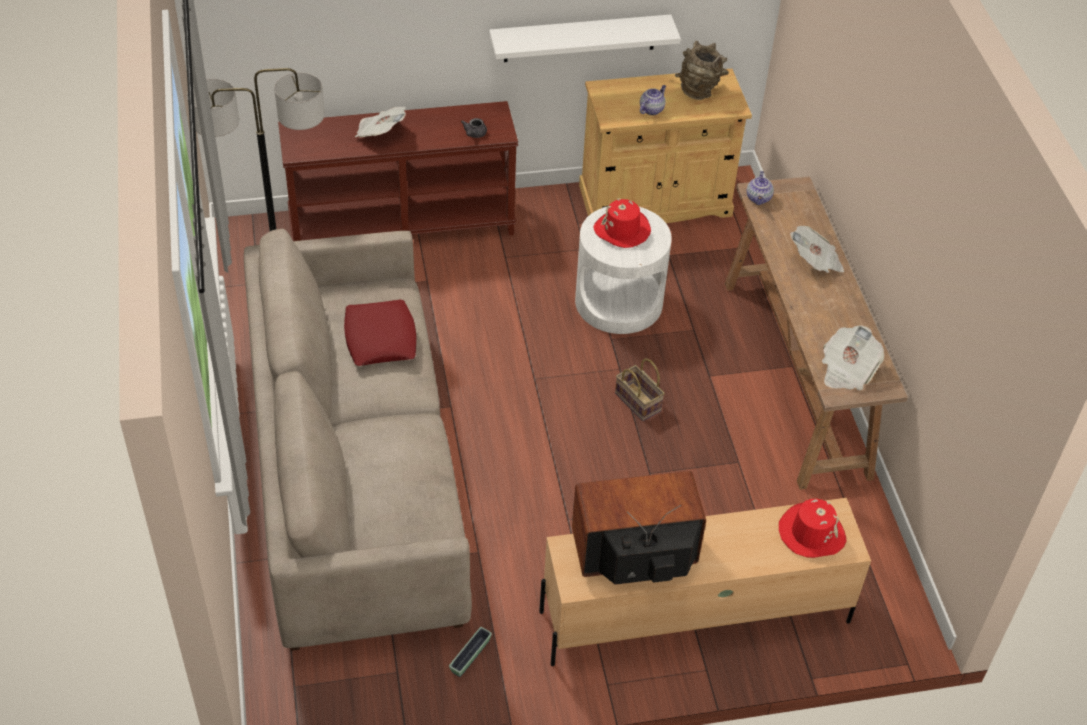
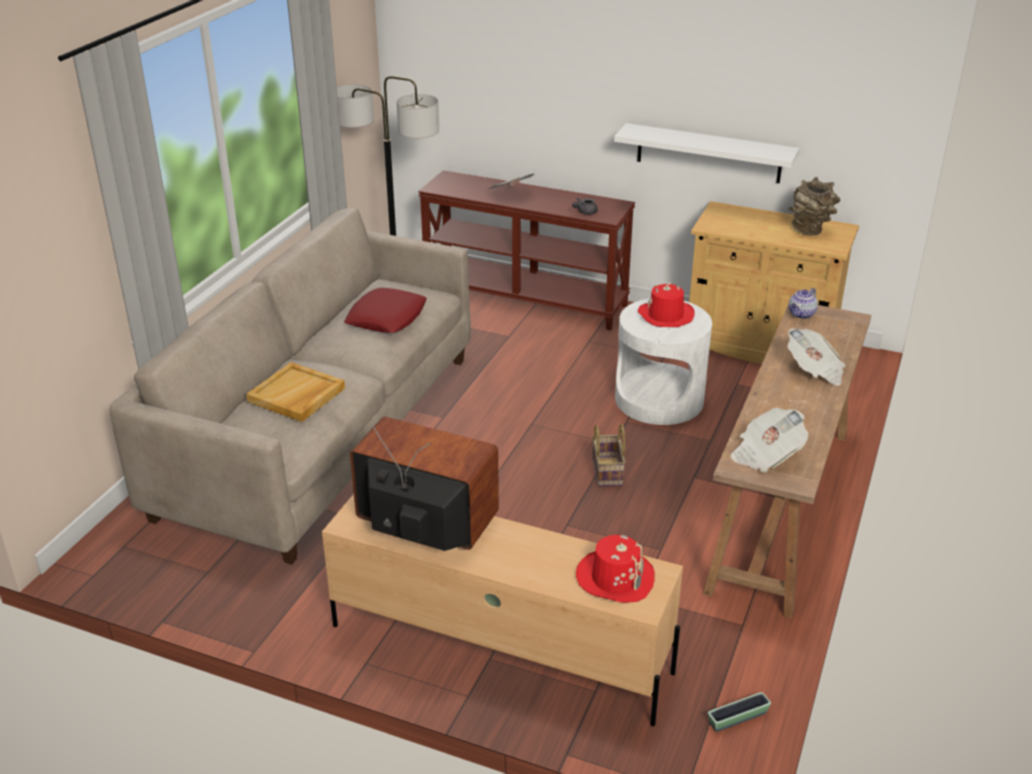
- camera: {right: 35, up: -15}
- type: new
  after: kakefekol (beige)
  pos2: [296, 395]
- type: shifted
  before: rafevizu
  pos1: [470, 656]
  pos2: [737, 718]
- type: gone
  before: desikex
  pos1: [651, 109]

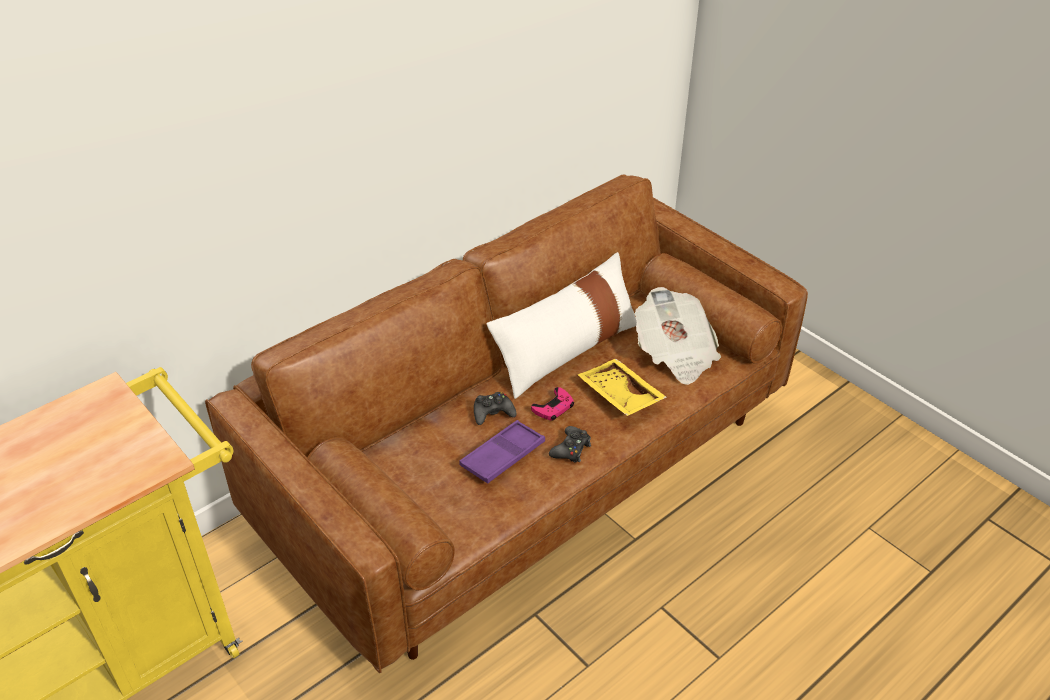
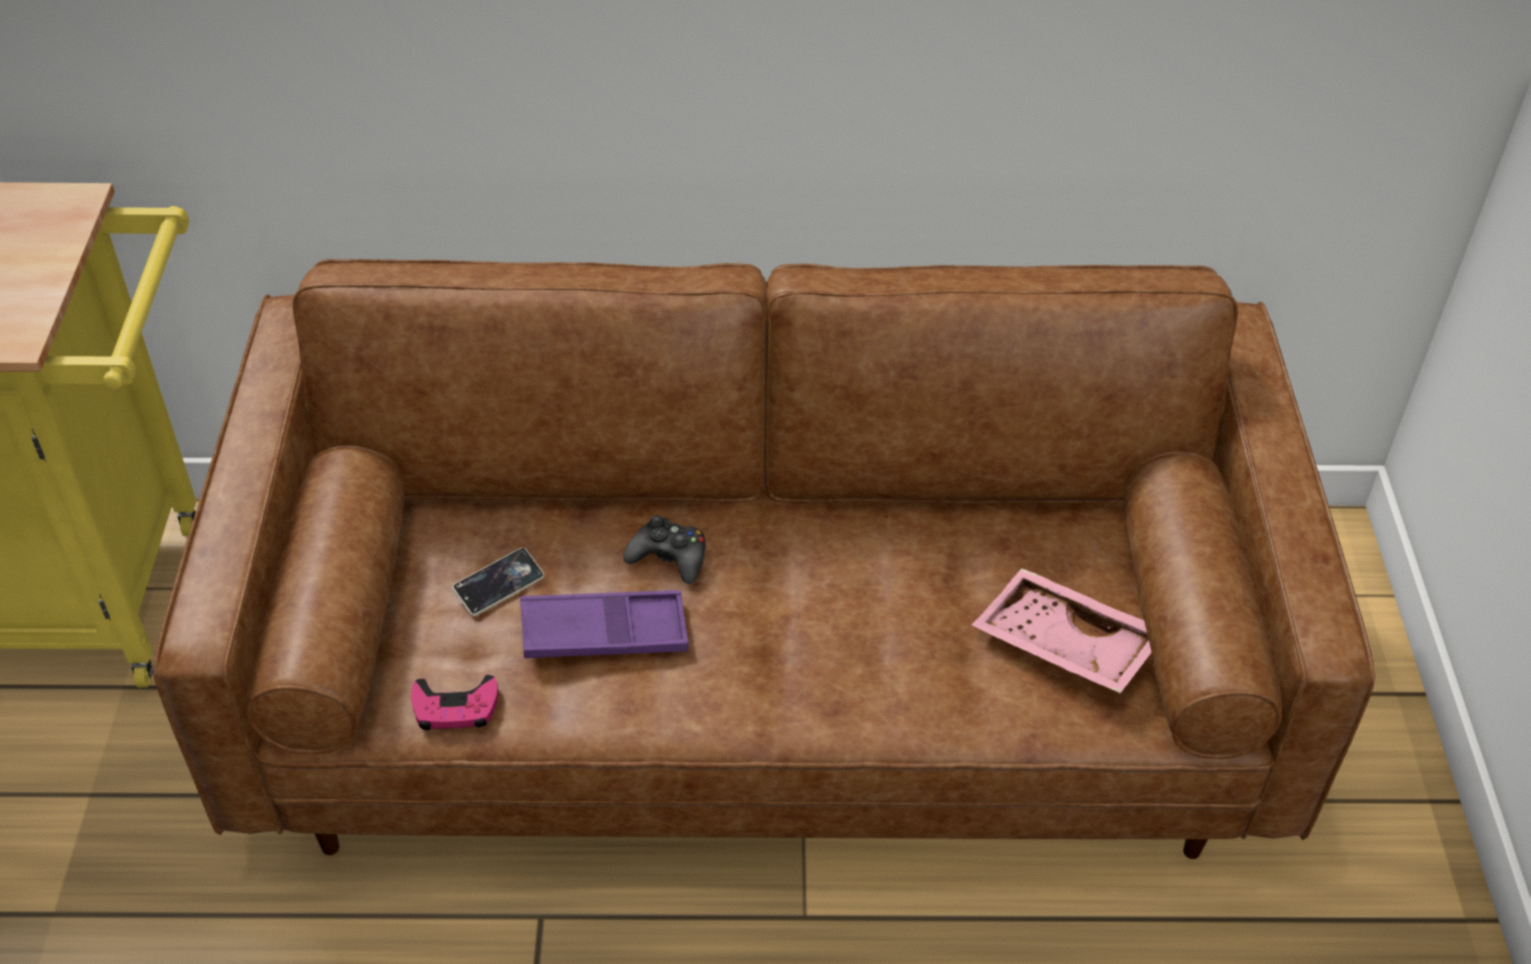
- camera: {right: 40, up: 5}
- type: shifted
  before: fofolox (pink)
  pos1: [553, 407]
  pos2: [455, 708]
- type: new
  after: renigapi
  pos2: [499, 585]
- type: swapped
  before: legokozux
  after: kakefekol (pink)
  pos1: [675, 354]
  pos2: [1063, 646]
- type: gone
  before: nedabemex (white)
  pos1: [566, 350]
- type: gone
  before: fofolox (black)
  pos1: [571, 449]
- type: gone
  before: kakefekol (yellow)
  pos1: [619, 396]

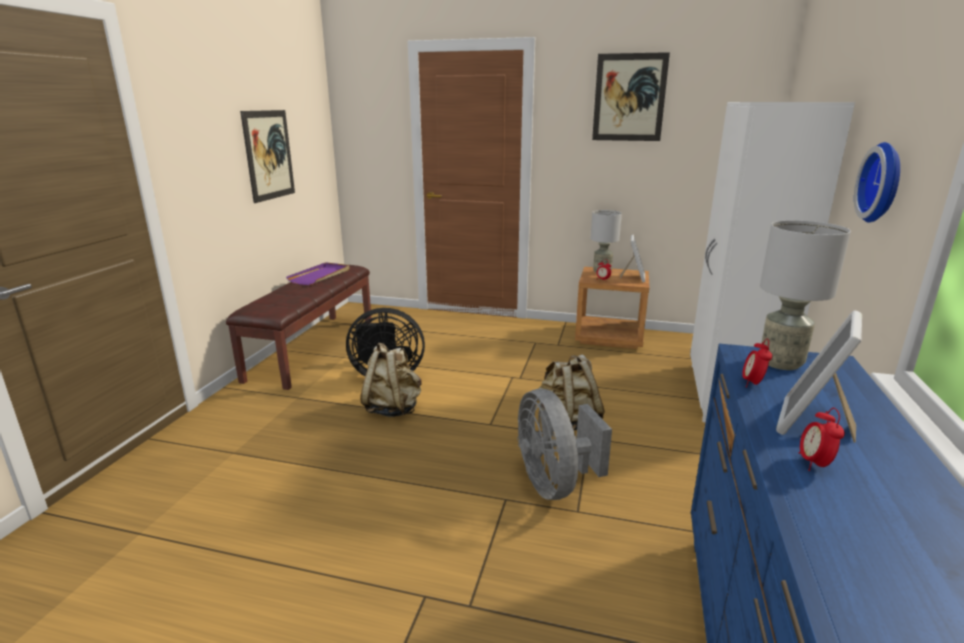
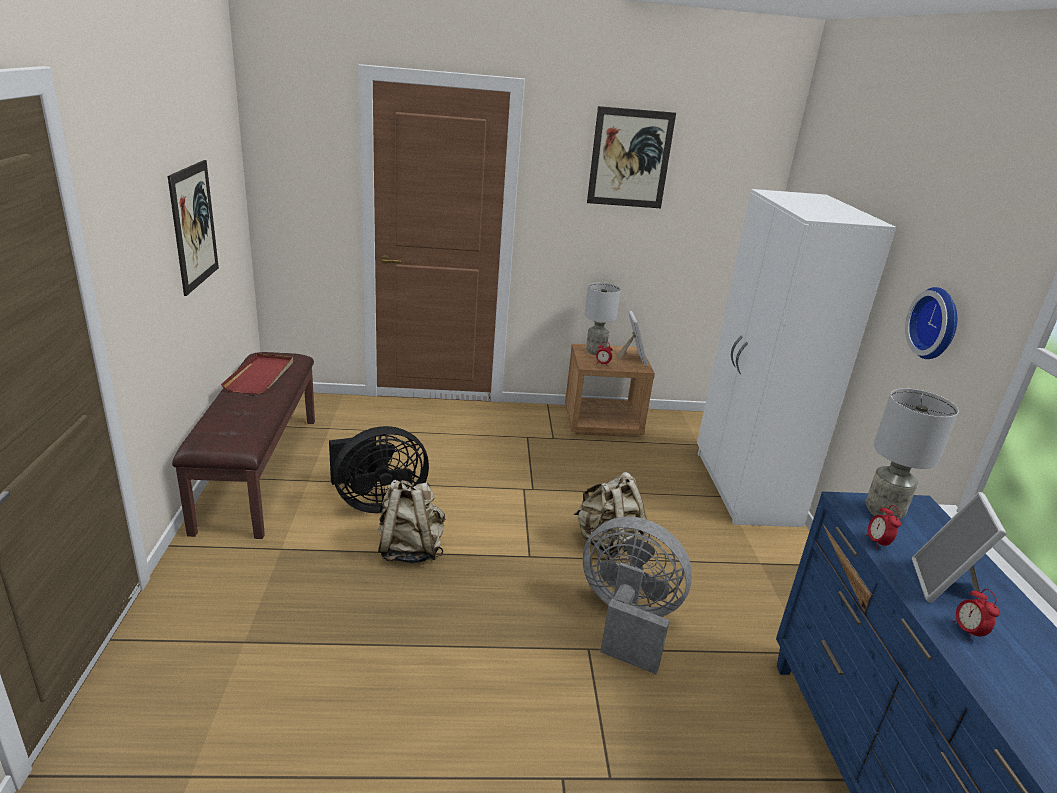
- camera: {right: -20, up: 5}
- type: repainted
  before: kakefekol (purple)
  after: kakefekol (red)
  pos1: [320, 276]
  pos2: [261, 376]
- type: rotated
  before: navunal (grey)
  pos1: [554, 483]
  pos2: [627, 621]
  turn: 150

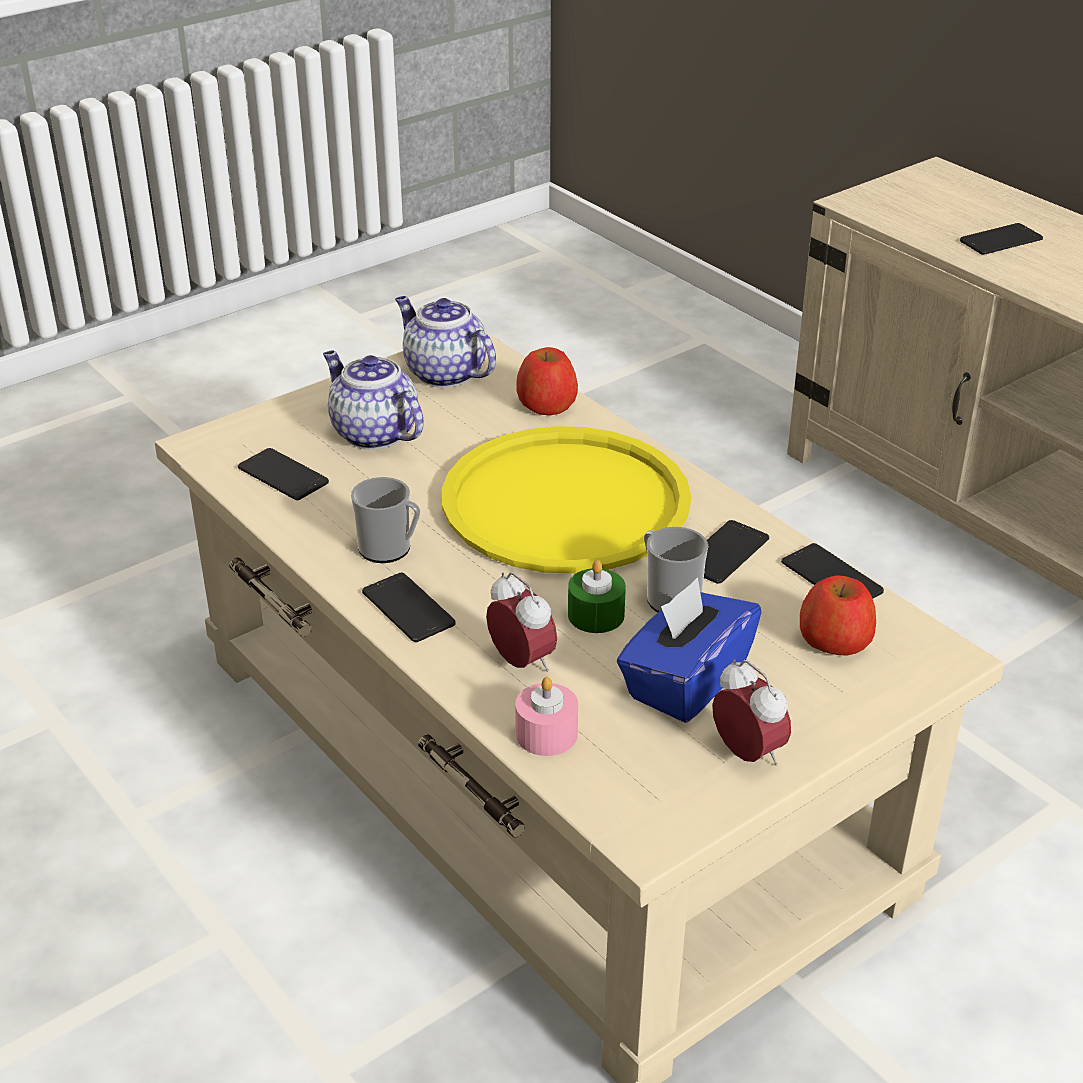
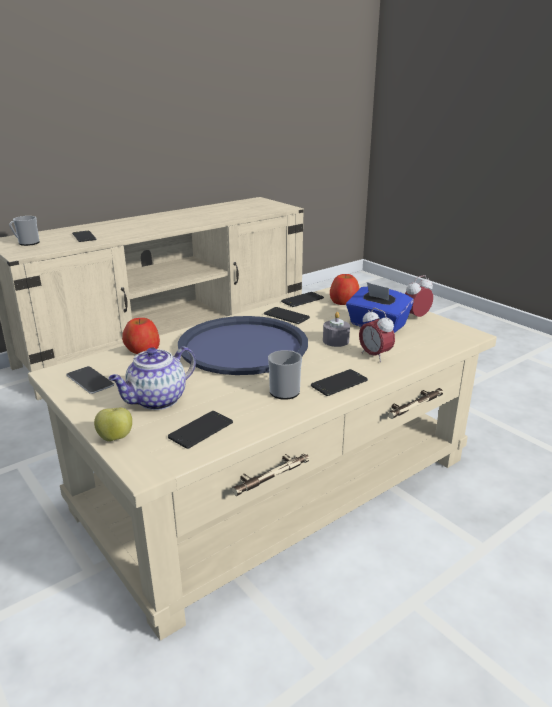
- camera: {right: -90, up: -10}
- type: shifted
  before: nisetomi
  pos1: [669, 597]
  pos2: [26, 243]
- type: swapped
  before: desikex
  after: renigapi
  pos1: [443, 373]
  pos2: [90, 380]
- type: new
  after: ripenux
  pos2: [115, 438]
- type: repainted
  before: kakefekol (yellow)
  after: kakefekol (blue)
  pos1: [565, 502]
  pos2: [243, 346]
- type: repainted
  before: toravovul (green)
  after: toravovul (grey)
  pos1: [596, 615]
  pos2: [335, 341]
- type: rotated
  before: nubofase
  pos1: [522, 662]
  pos2: [374, 356]
  turn: -90
- type: gone
  before: toravovul (pink)
  pos1: [546, 734]

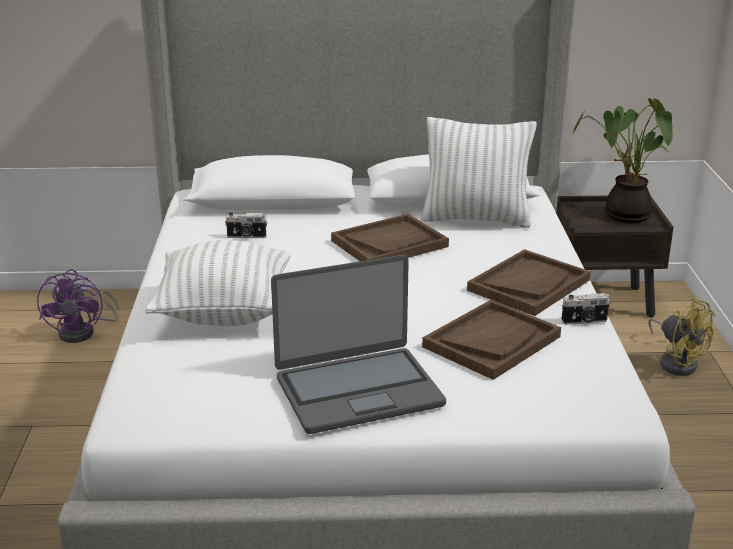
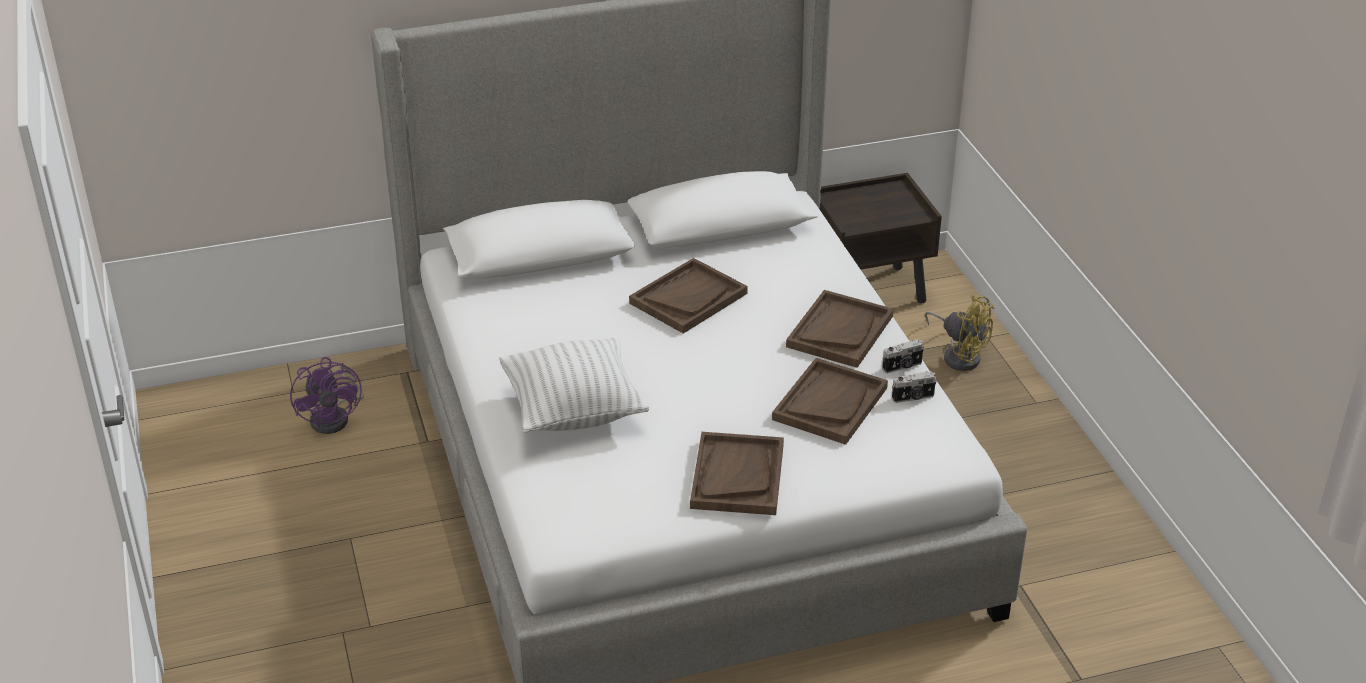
- camera: {right: -15, up: 10}
- type: swapped
  before: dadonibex
  after: kakefekol (brown)
  pos1: [358, 390]
  pos2: [737, 476]
- type: shifted
  before: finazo
  pos1: [246, 237]
  pos2: [913, 398]
- type: gone
  before: nedabemex (white)
  pos1: [476, 219]
- type: gone
  before: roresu
  pos1: [622, 215]

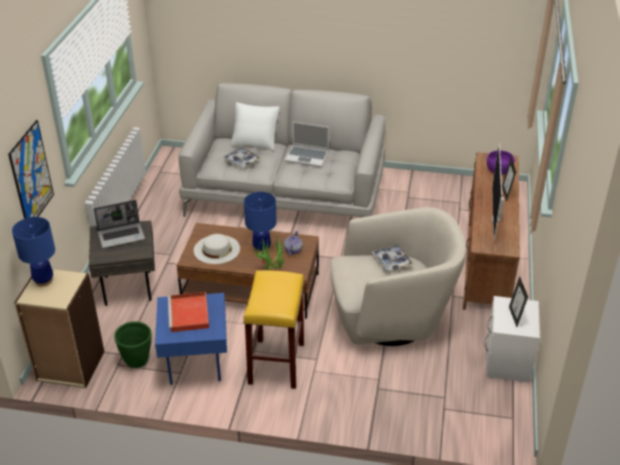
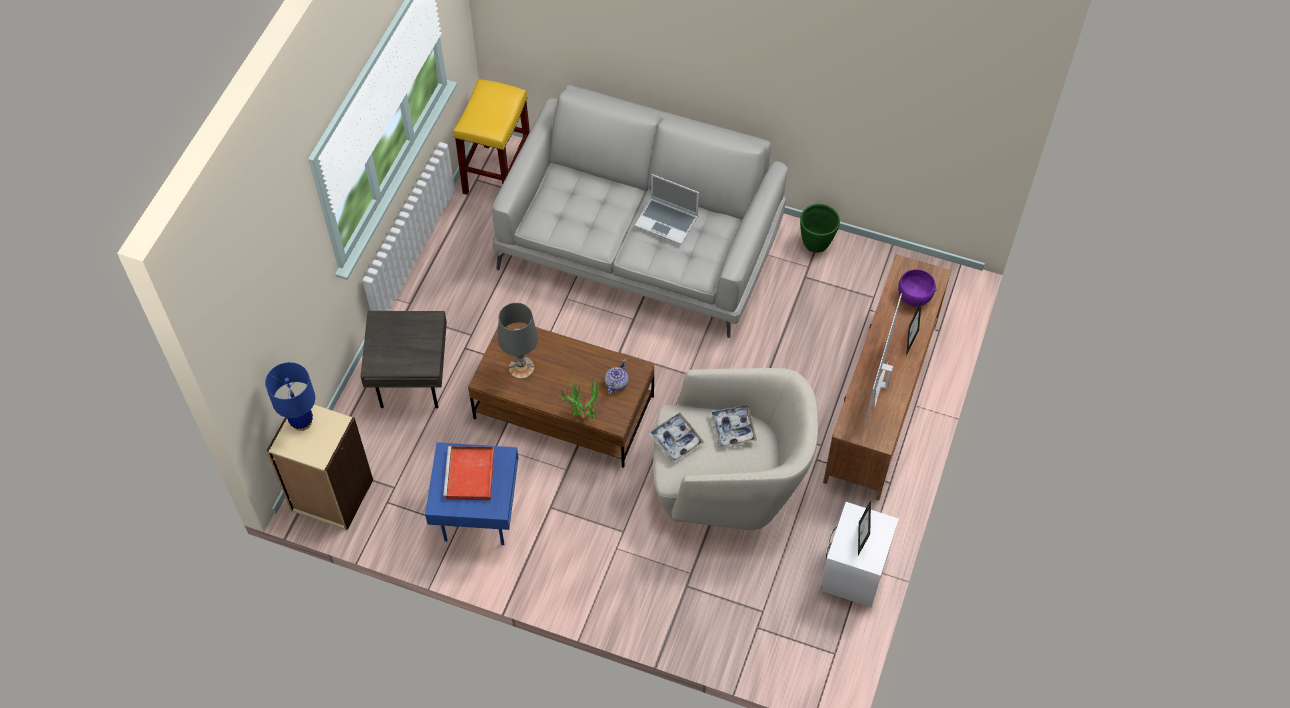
- camera: {right: 10, up: 20}
- type: shifted
  before: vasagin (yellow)
  pos1: [276, 362]
  pos2: [497, 173]
- type: swapped
  before: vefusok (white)
  after: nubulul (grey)
  pos1: [217, 249]
  pos2: [521, 367]
- type: shifted
  before: kakefekol
  pos1: [241, 161]
  pos2: [676, 440]
- type: shifted
  before: rafevizu (green)
  pos1: [137, 361]
  pos2: [816, 244]
- type: gone
  before: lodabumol
  pos1: [31, 175]
- type: gone
  before: dadonibex
  pos1: [122, 235]
- type: gone
  before: nedabemex (white)
  pos1: [255, 142]
- type: gone
  before: nubulul (blue)
  pos1: [261, 248]

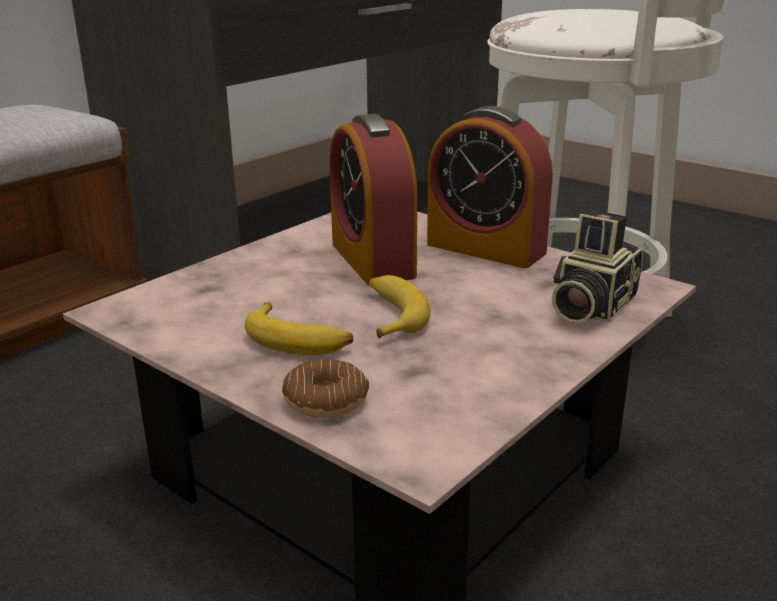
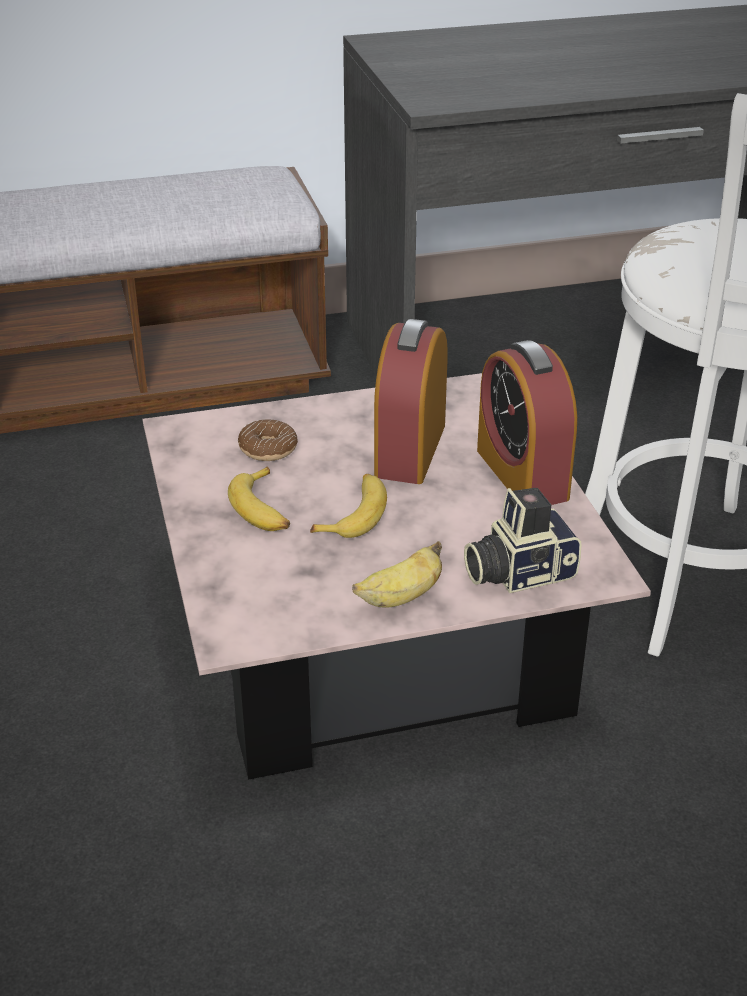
- camera: {right: 35, up: 10}
- type: shifted
  before: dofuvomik
  pos1: [326, 400]
  pos2: [268, 449]
- type: new
  after: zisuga
  pos2: [401, 598]

